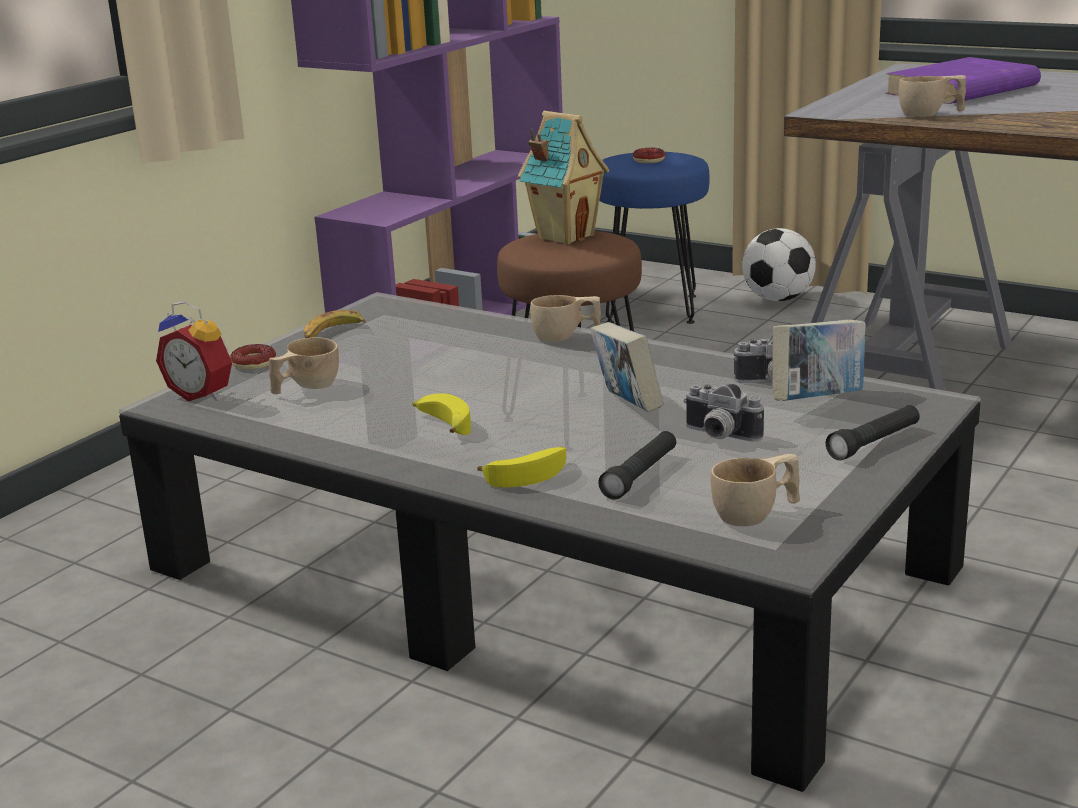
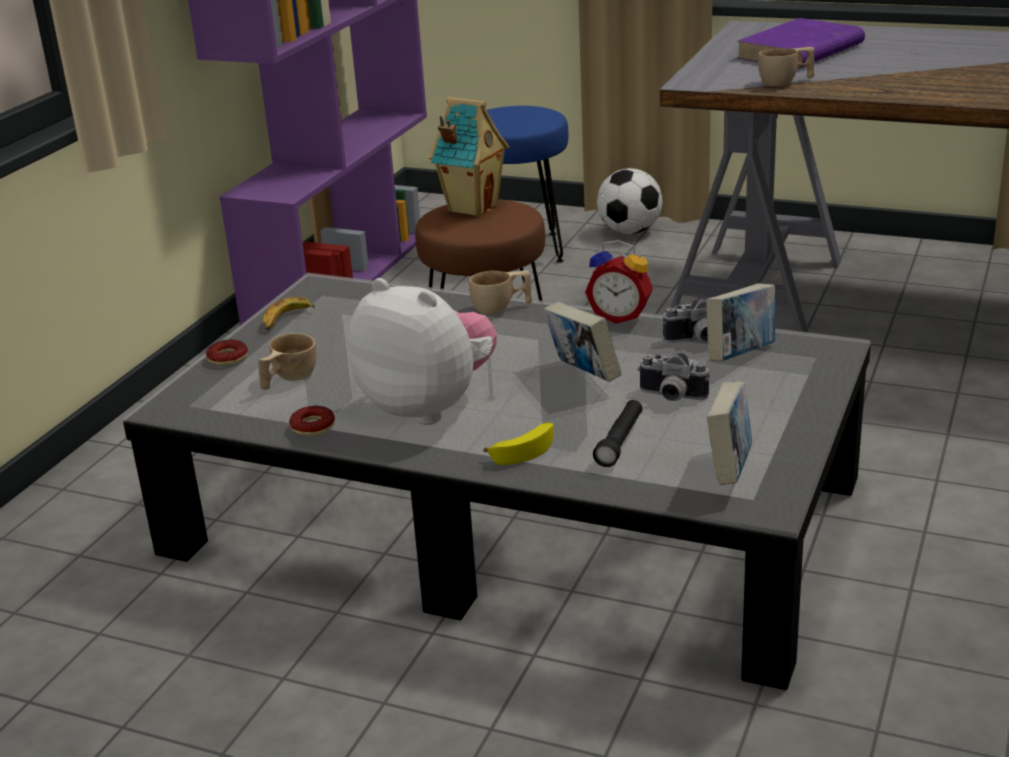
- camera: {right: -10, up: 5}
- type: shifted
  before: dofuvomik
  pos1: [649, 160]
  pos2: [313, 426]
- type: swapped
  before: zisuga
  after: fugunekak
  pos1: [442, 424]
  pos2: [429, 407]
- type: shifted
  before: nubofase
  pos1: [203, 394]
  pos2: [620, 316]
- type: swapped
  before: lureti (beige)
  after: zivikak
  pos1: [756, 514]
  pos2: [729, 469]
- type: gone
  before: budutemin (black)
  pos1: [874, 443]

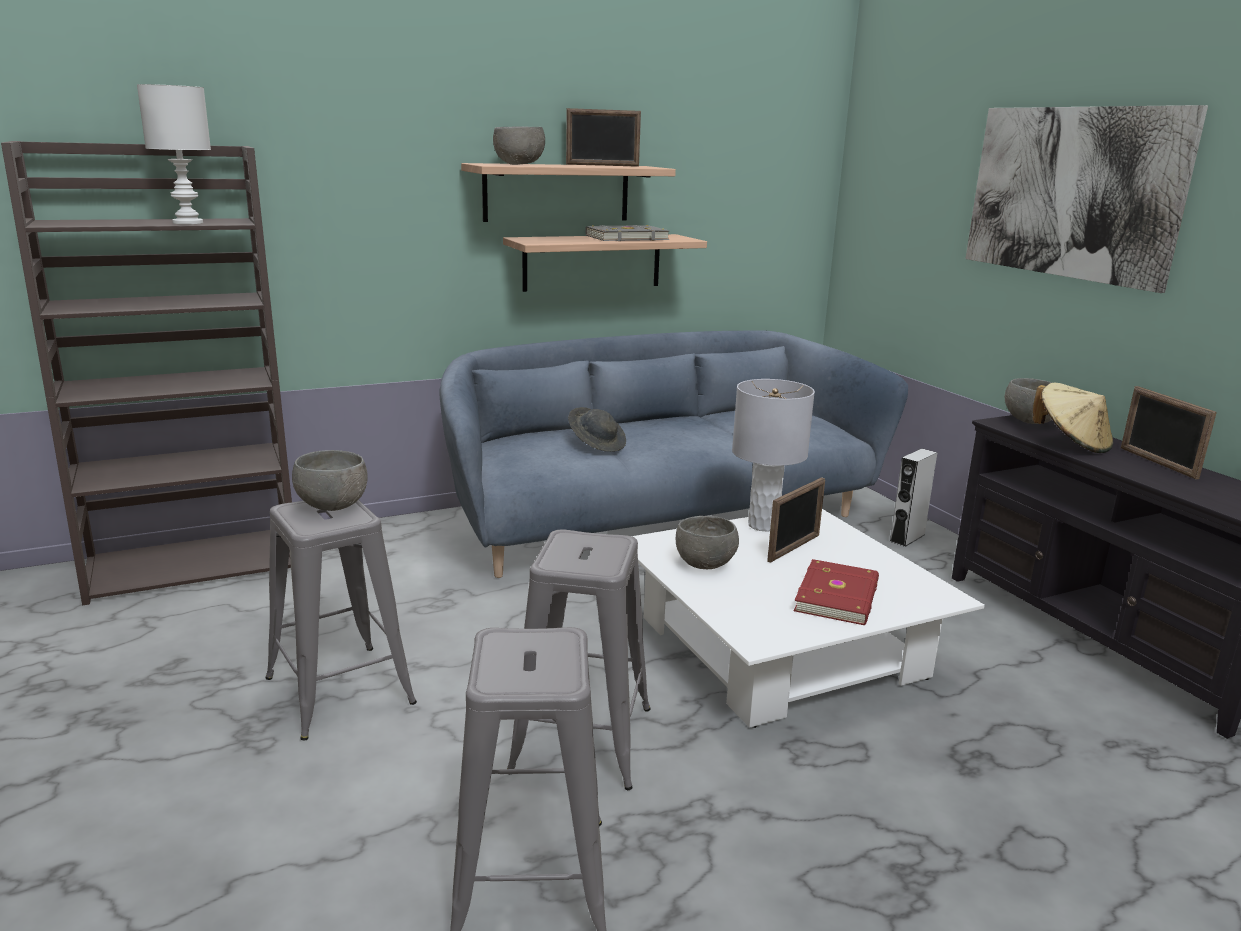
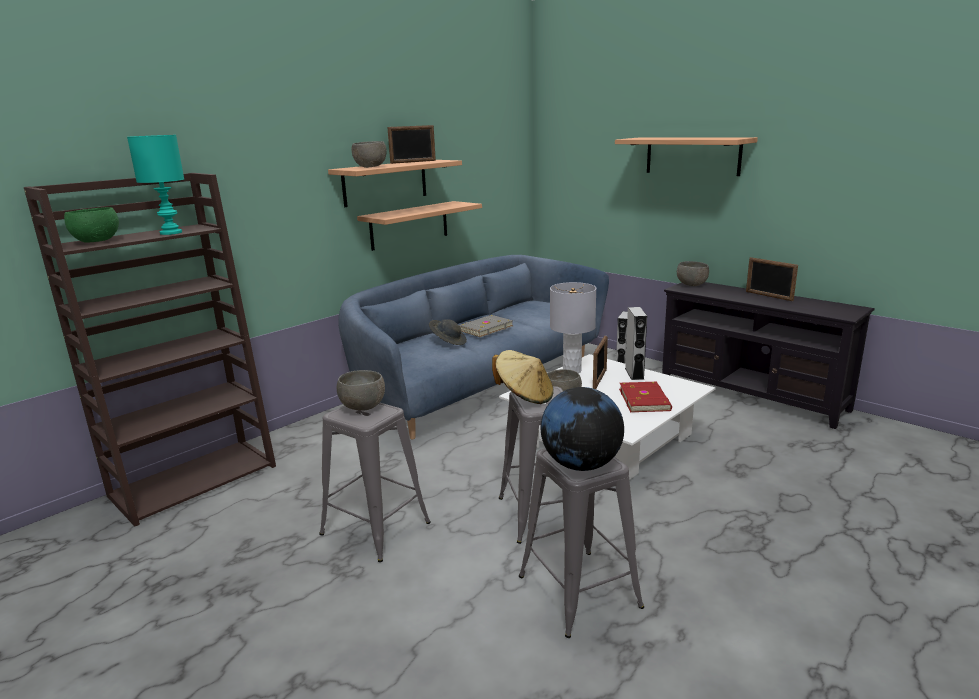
- camera: {right: -20, up: 0}
- type: new
  after: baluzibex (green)
  pos2: [97, 241]
- type: repainted
  before: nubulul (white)
  after: nubulul (turquoise)
  pos1: [188, 223]
  pos2: [171, 233]
- type: shifted
  before: zivikak (grey)
  pos1: [625, 237]
  pos2: [484, 328]
- type: shifted
  before: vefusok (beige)
  pos1: [1071, 443]
  pos2: [524, 396]
- type: new
  after: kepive
  pos2: [581, 465]
- type: swapped
  before: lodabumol
  after: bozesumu
  pos1: [1071, 193]
  pos2: [692, 156]
- type: new
  after: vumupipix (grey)
  pos2: [634, 373]

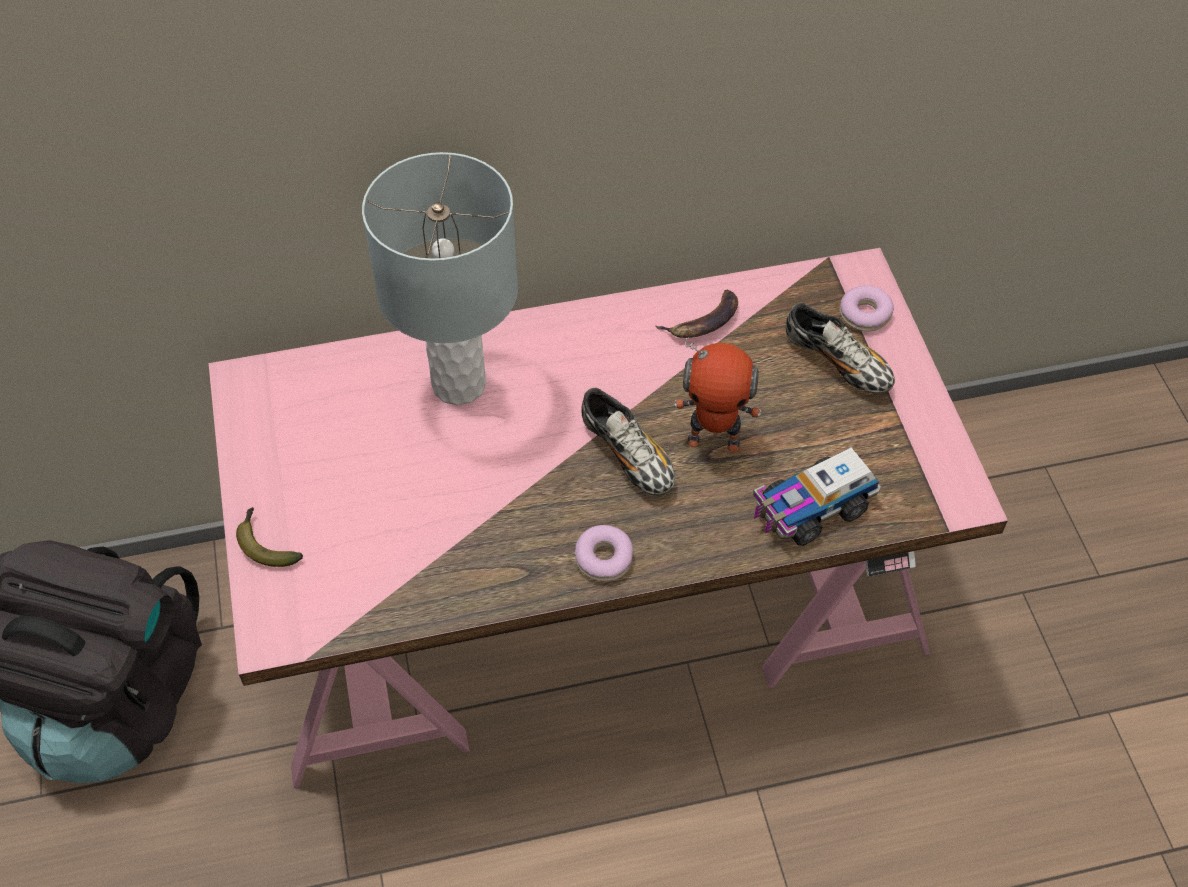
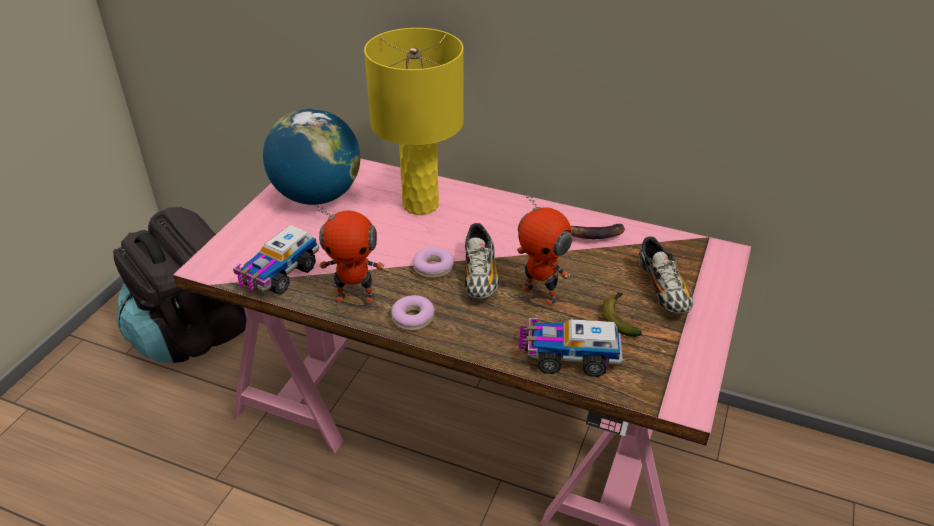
- camera: {right: 35, up: -15}
- type: new
  after: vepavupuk
  pos2: [279, 275]
- type: new
  after: kepive
  pos2: [317, 196]
- type: new
  after: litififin
  pos2: [355, 296]
- type: repainted
  before: nubulul (grey)
  after: nubulul (yellow)
  pos1: [458, 384]
  pos2: [420, 204]
- type: shifted
  before: dofuvomik
  pos1: [865, 314]
  pos2: [433, 268]
- type: shifted
  before: zisuga
  pos1: [265, 544]
  pos2: [619, 318]

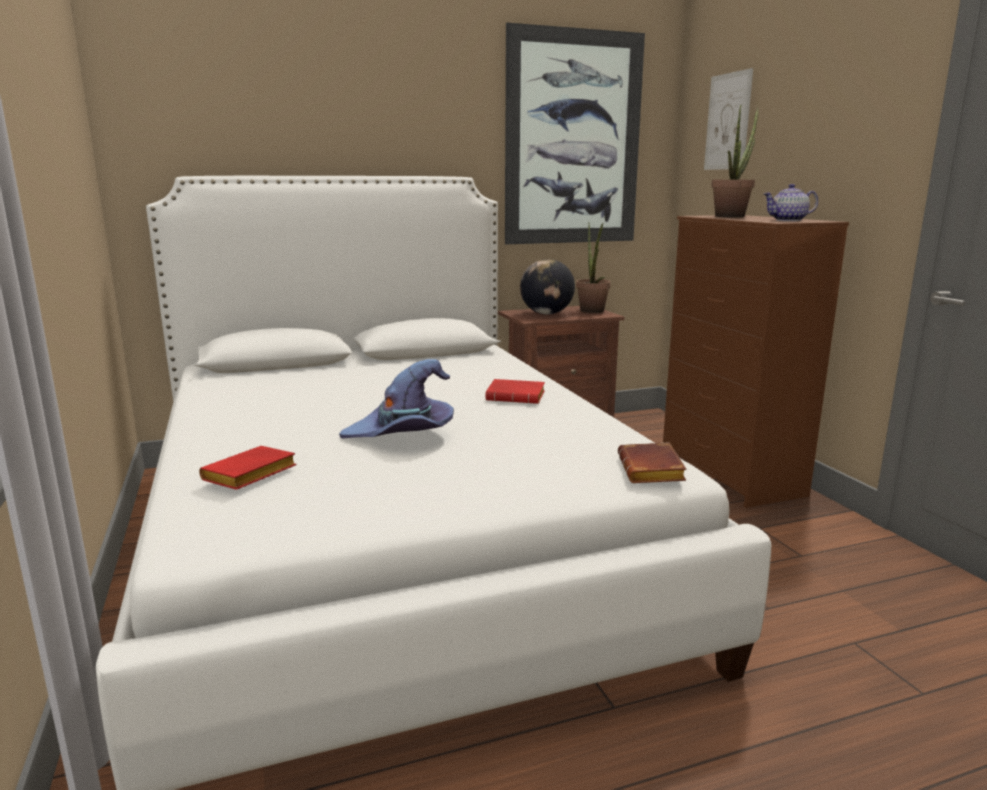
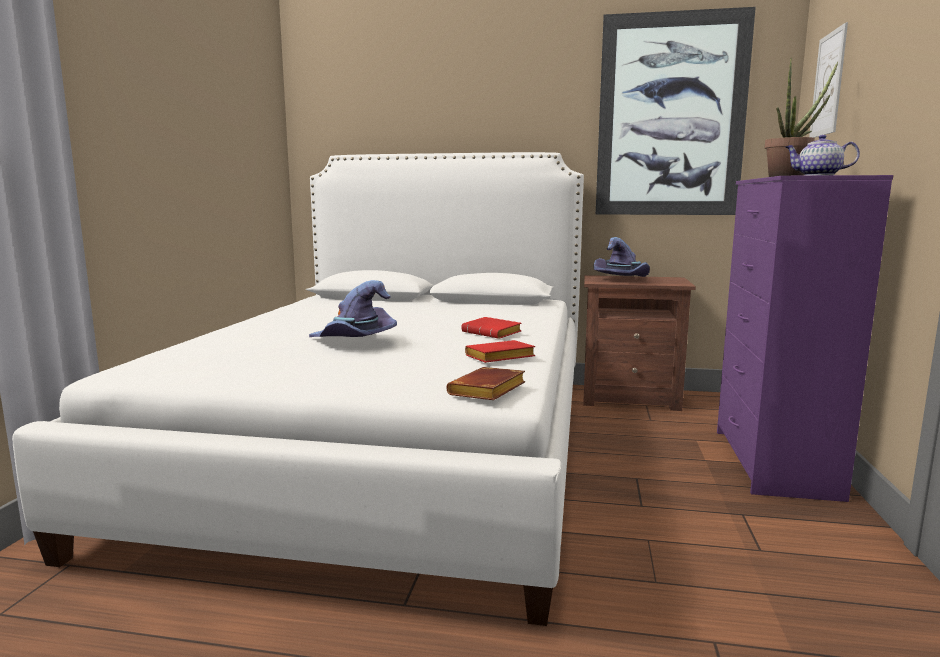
- camera: {right: 30, up: -5}
- type: shifted
  before: zivikak (red)
  pos1: [249, 476]
  pos2: [499, 358]
- type: swapped
  before: kepive
  after: vefusok (purple)
  pos1: [546, 314]
  pos2: [622, 279]
- type: repainted
  before: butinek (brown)
  after: butinek (purple)
  pos1: [730, 474]
  pos2: [772, 463]
- type: gone
  before: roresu
  pos1: [592, 312]

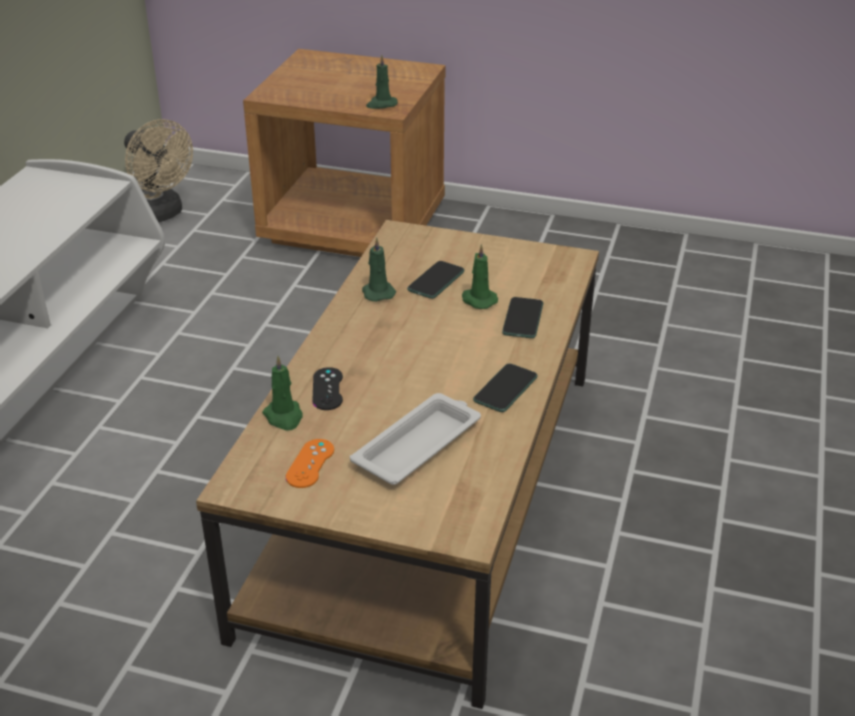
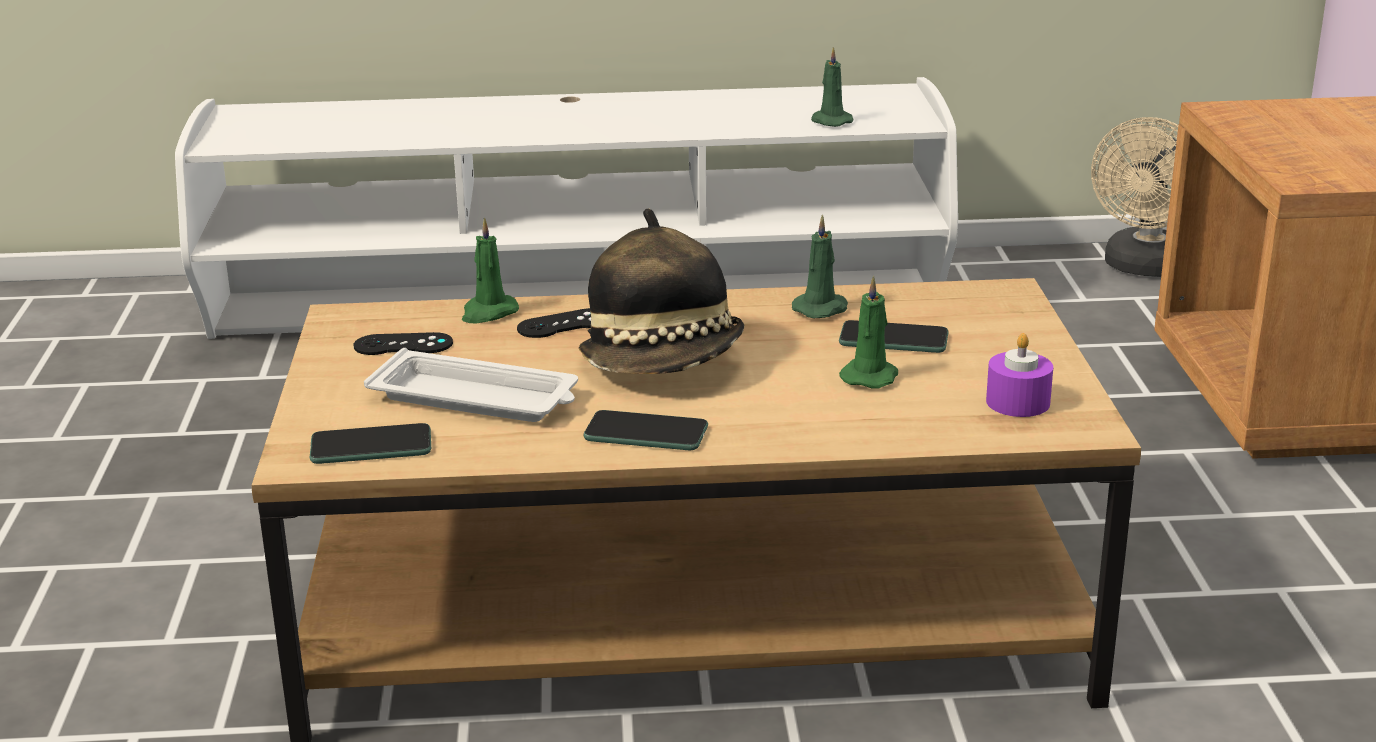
- camera: {right: 70, up: -10}
- type: shifted
  before: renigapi
  pos1: [523, 319]
  pos2: [371, 446]
- type: repainted
  before: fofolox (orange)
  after: fofolox (black)
  pos1: [310, 463]
  pos2: [403, 345]
- type: new
  after: vefusok
  pos2: [664, 363]
- type: shifted
  before: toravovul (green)
  pos1: [381, 104]
  pos2: [830, 121]
- type: new
  after: toravovul (purple)
  pos2: [1018, 402]

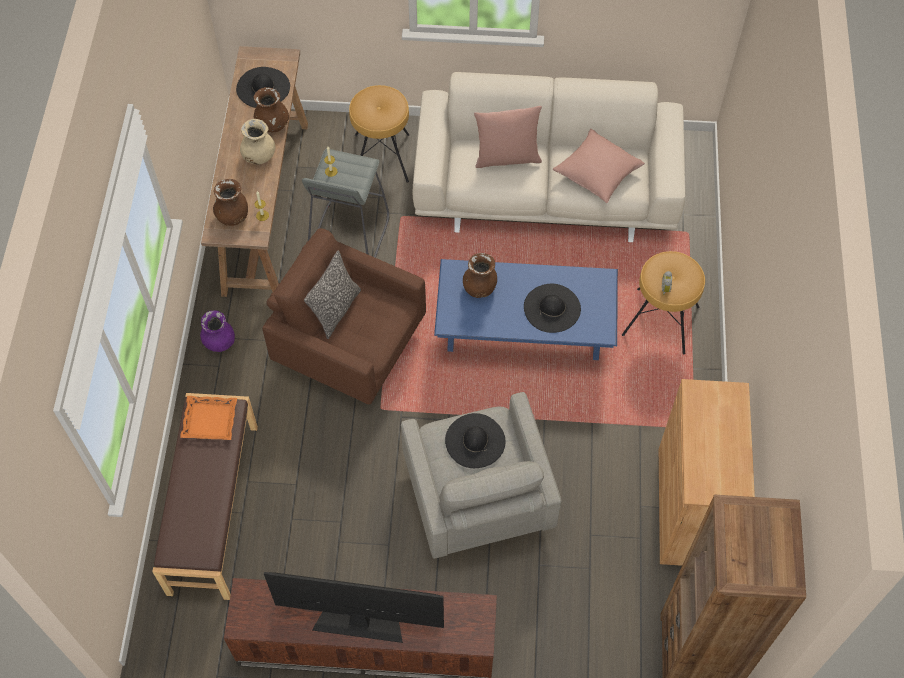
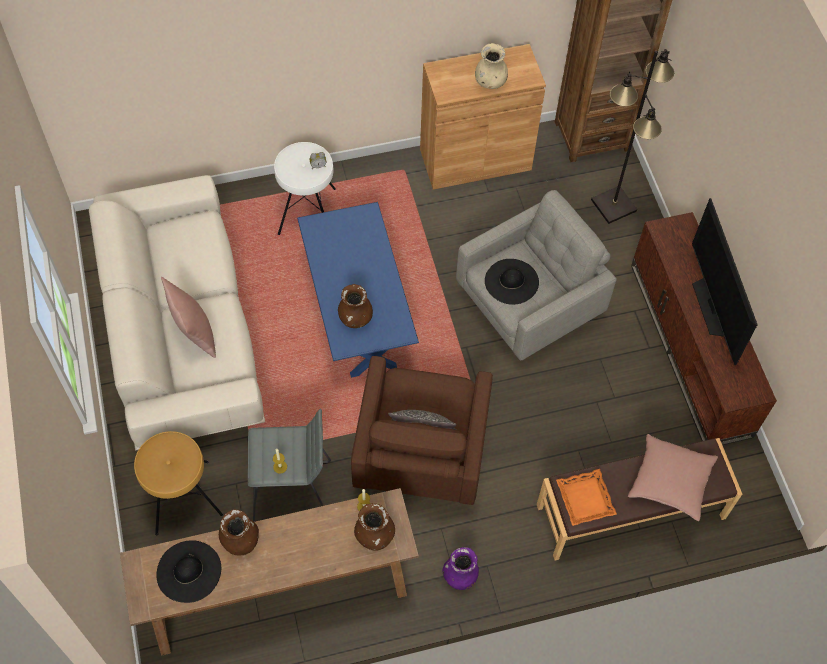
- camera: {right: -110, up: 0}
- type: repainted
  before: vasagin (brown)
  after: vasagin (white)
  pos1: [660, 321]
  pos2: [307, 211]
- type: shifted
  before: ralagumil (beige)
  pos1: [259, 156]
  pos2: [490, 82]
- type: new
  after: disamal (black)
  pos2: [614, 205]
- type: shifted
  before: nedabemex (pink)
  pos1: [597, 173]
  pos2: [670, 481]
- type: gone
  before: vefusok (black)
  pos1: [552, 308]

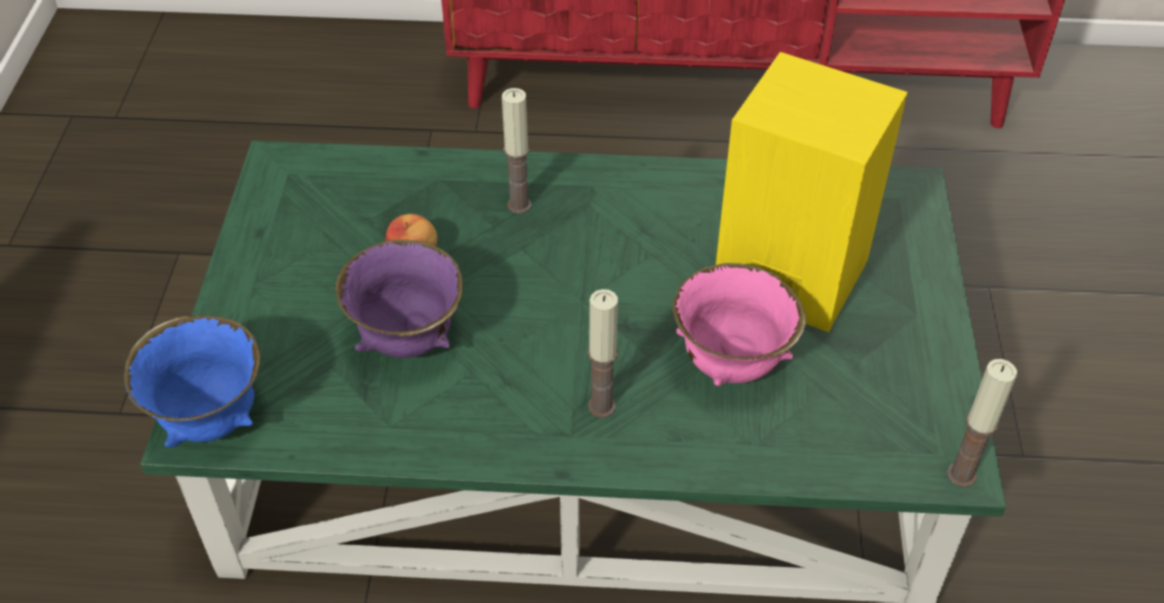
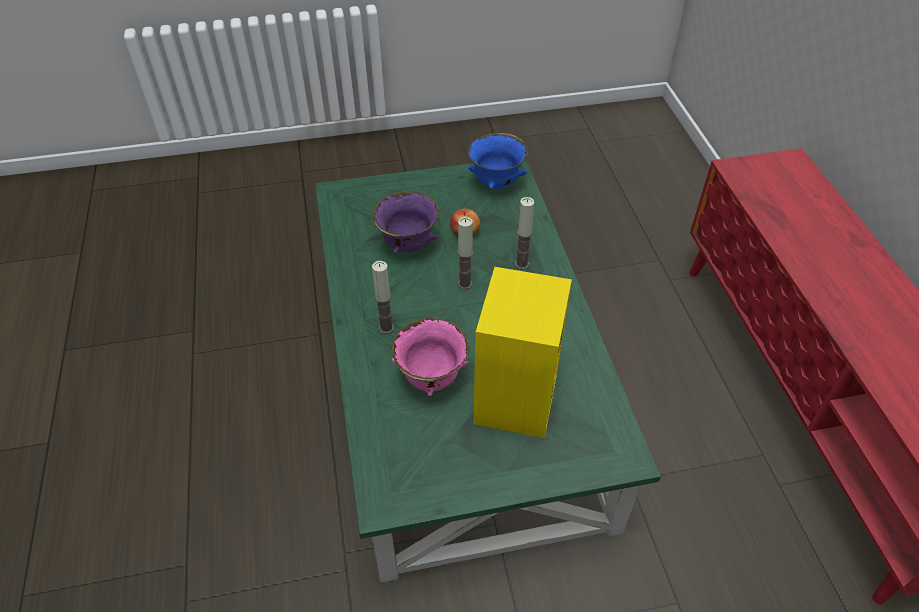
- camera: {right: 75, up: 0}
- type: shifted
  before: toravovul
  pos1: [961, 475]
  pos2: [464, 284]
- type: shifted
  before: baluzibex (blue)
  pos1: [212, 419]
  pos2: [497, 183]

